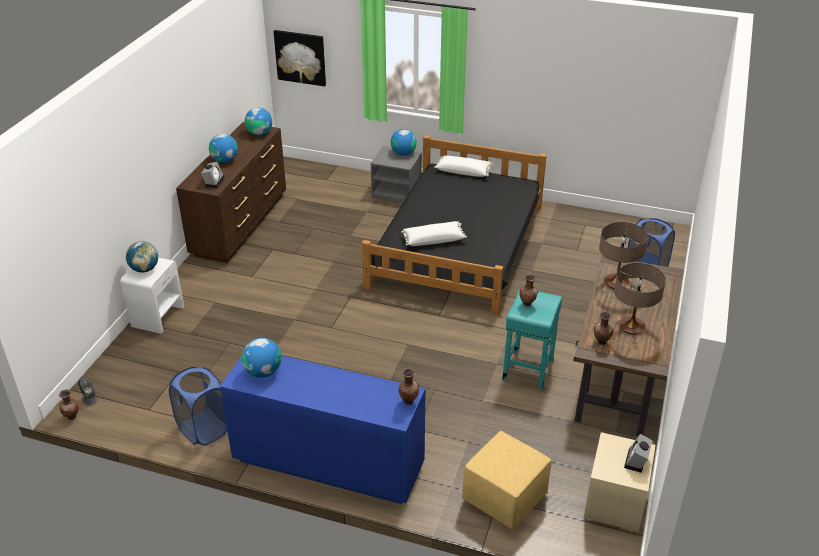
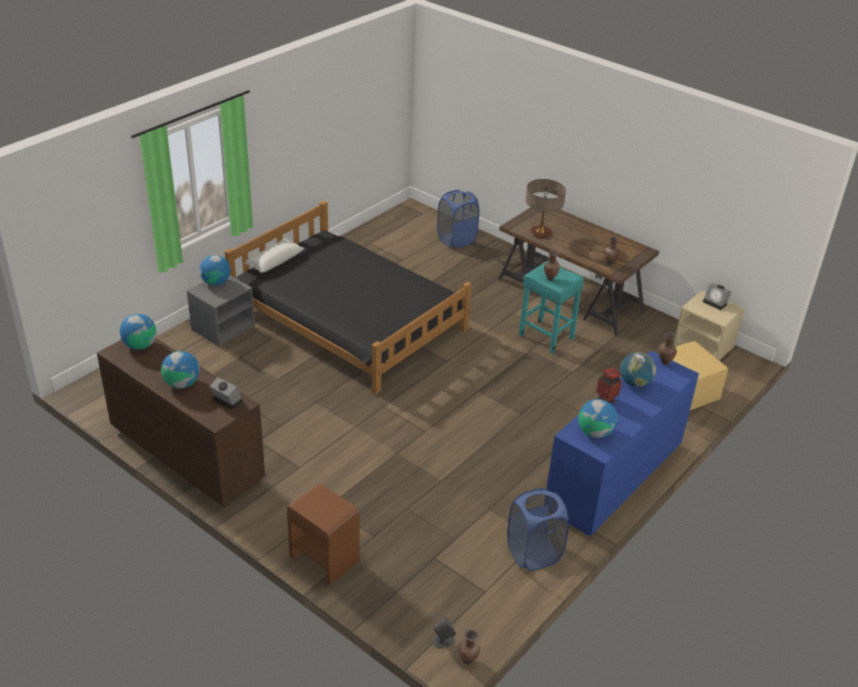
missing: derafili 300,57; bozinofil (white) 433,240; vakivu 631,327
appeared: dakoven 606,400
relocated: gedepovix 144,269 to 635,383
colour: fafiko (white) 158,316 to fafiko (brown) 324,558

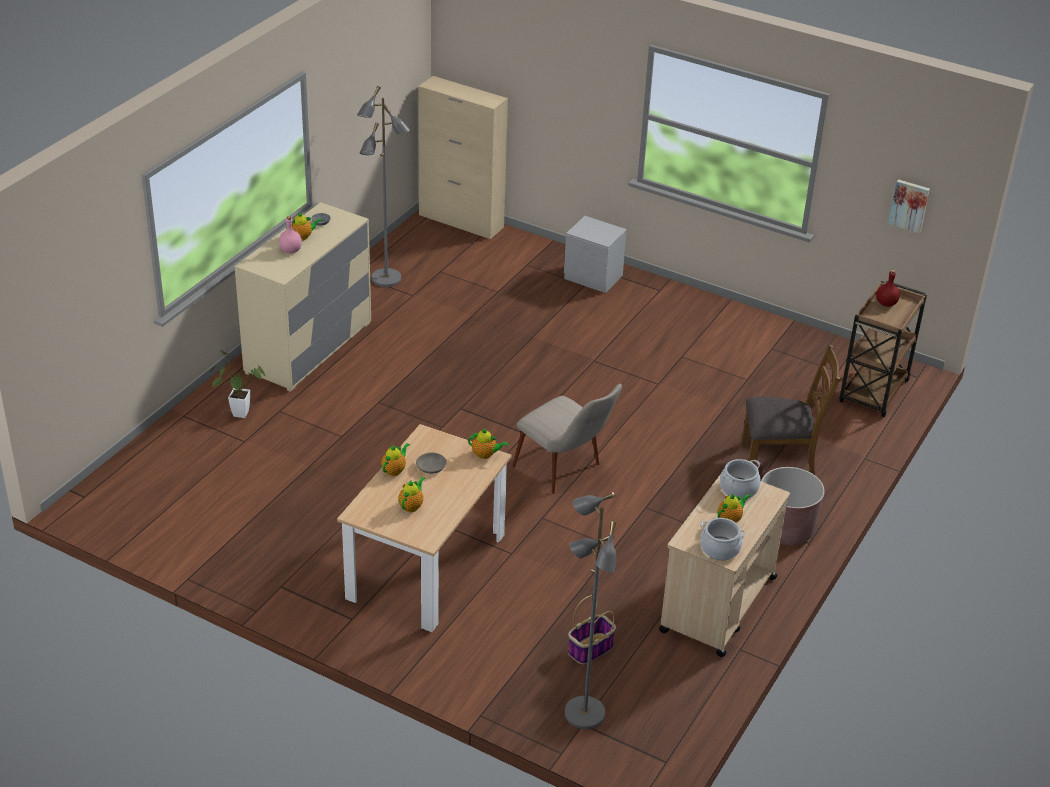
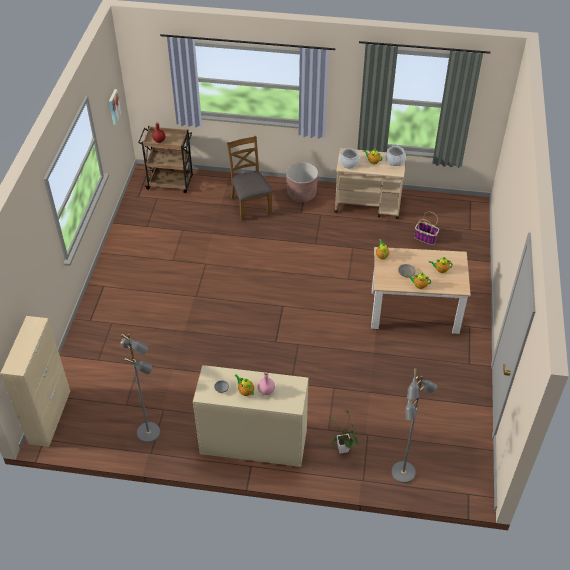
missing: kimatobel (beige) 566,472; fafiko (grey) 593,277
relocated: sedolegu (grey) 583,714 to 404,473

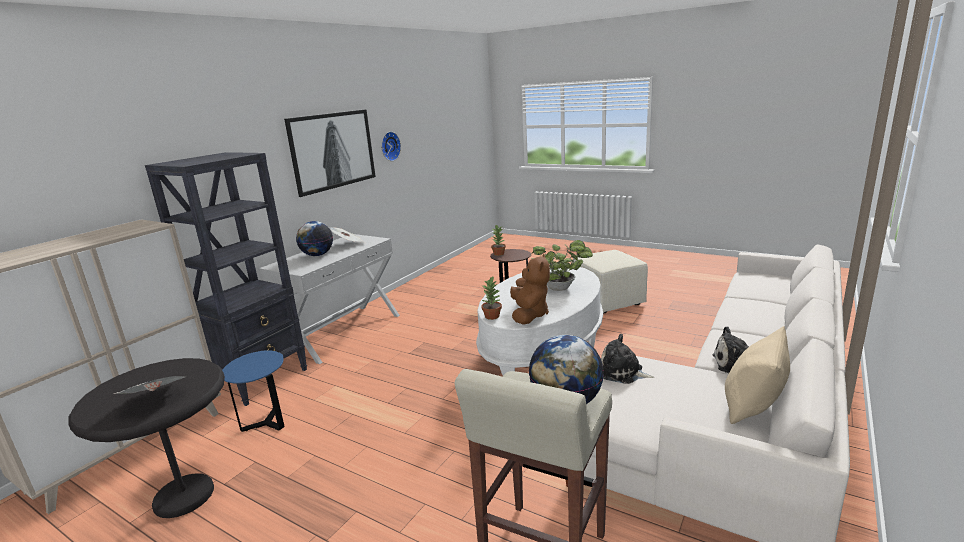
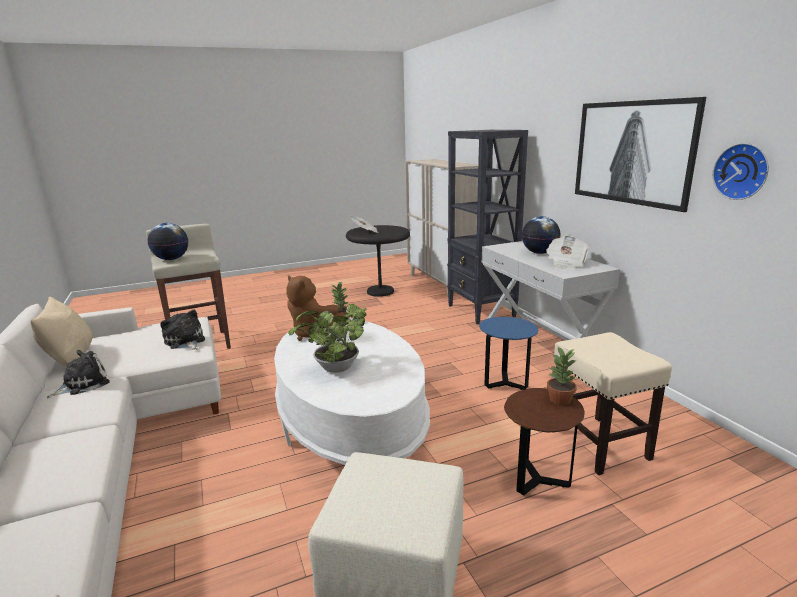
appeared: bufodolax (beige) 597,443
relocated: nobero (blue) 267,423 to 505,383
spun: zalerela 623,373 = 185,341 105 degrees counterclockwise

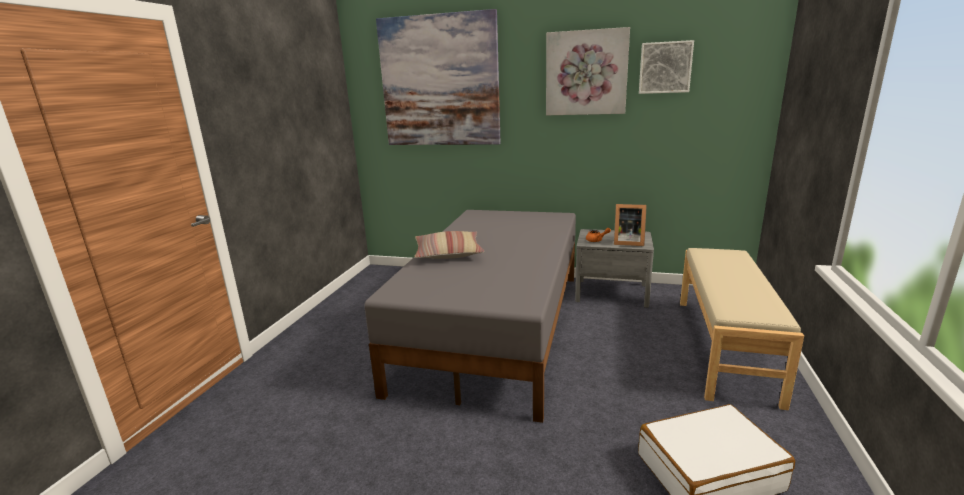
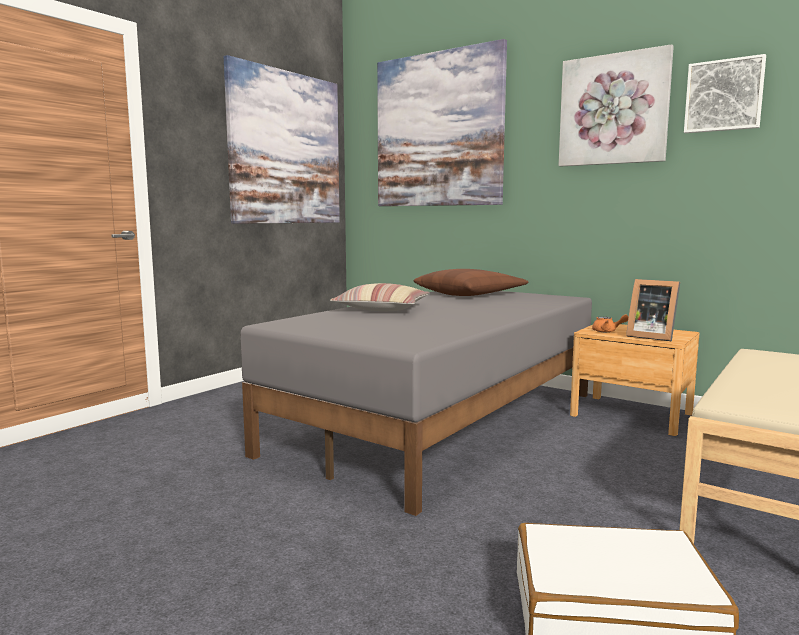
appeared: derafili 286,148; bozinofil (brown) 469,294
colour: fafiko (grey) 611,293 to fafiko (brown) 631,414

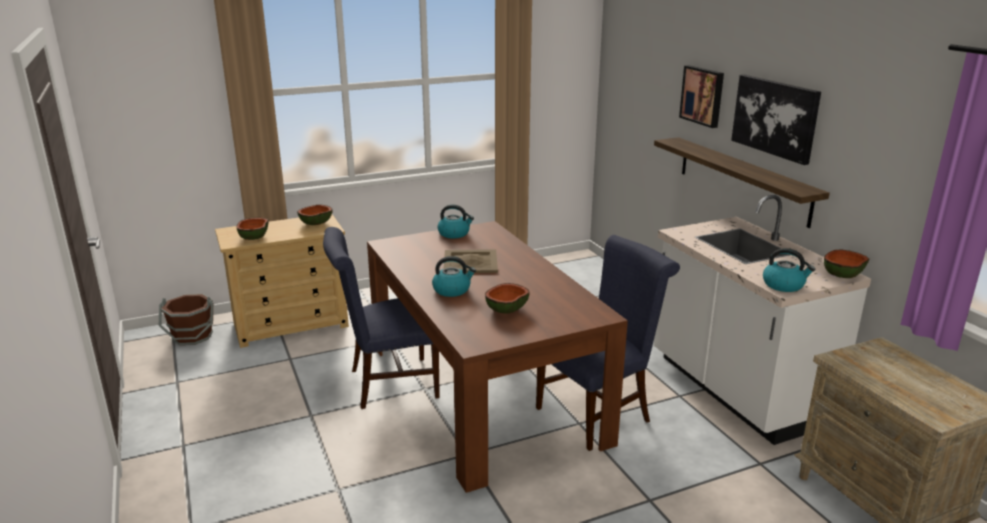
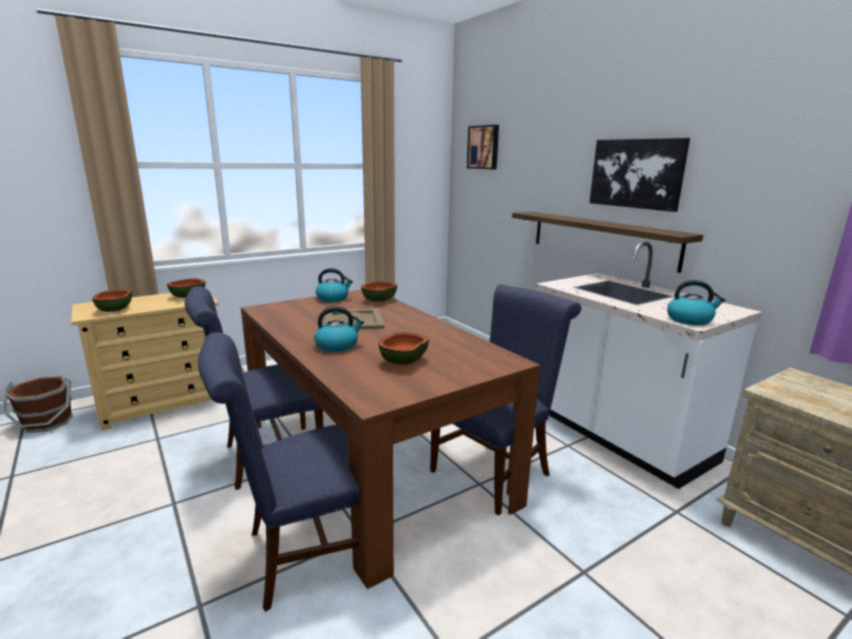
appeared: kimatobel (blue) 303,554
relocated: derafili 703,95 to 484,147; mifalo 843,275 to 379,300

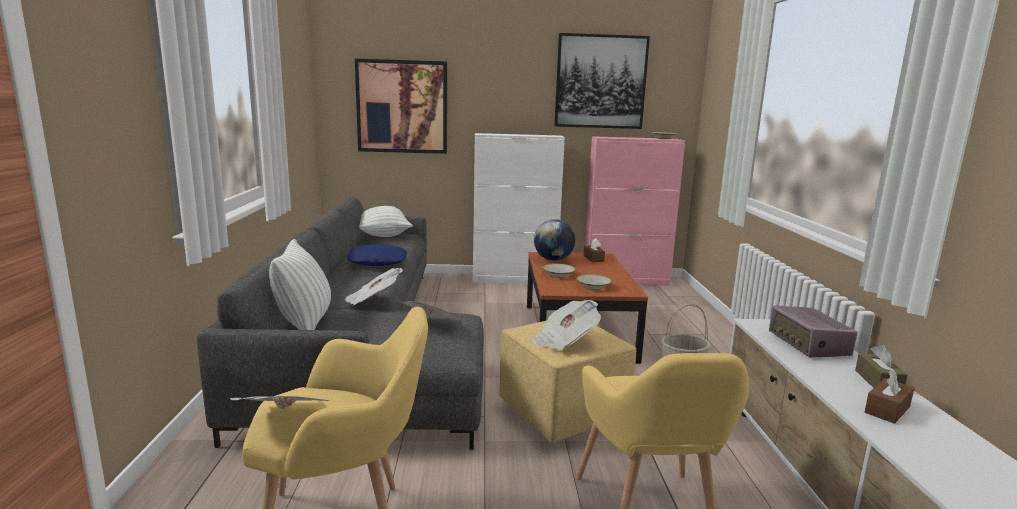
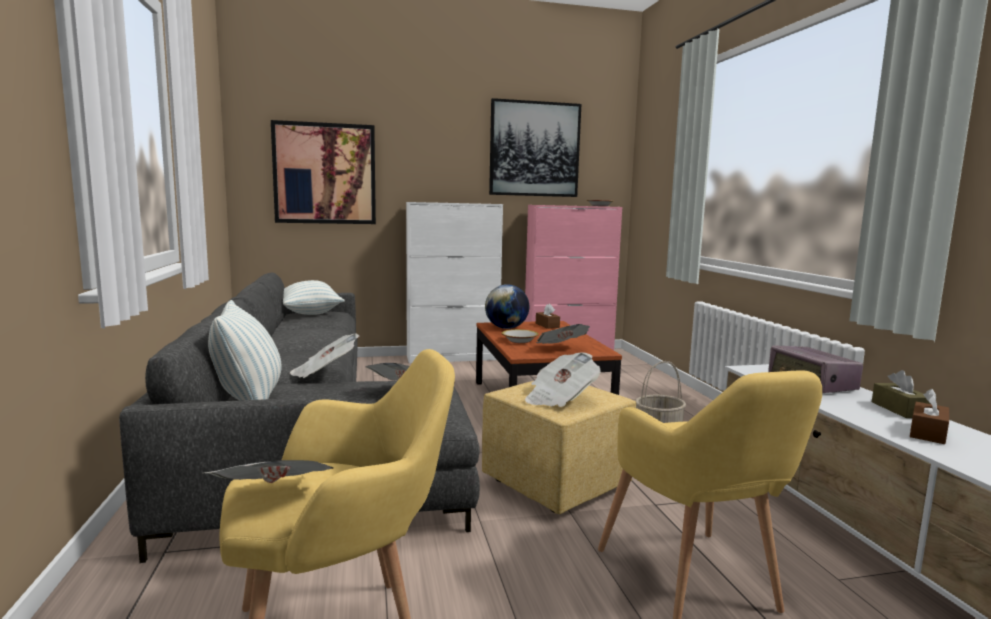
missing: bozinofil (blue) 378,262
exchanged: mifalo 593,286 to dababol 561,349

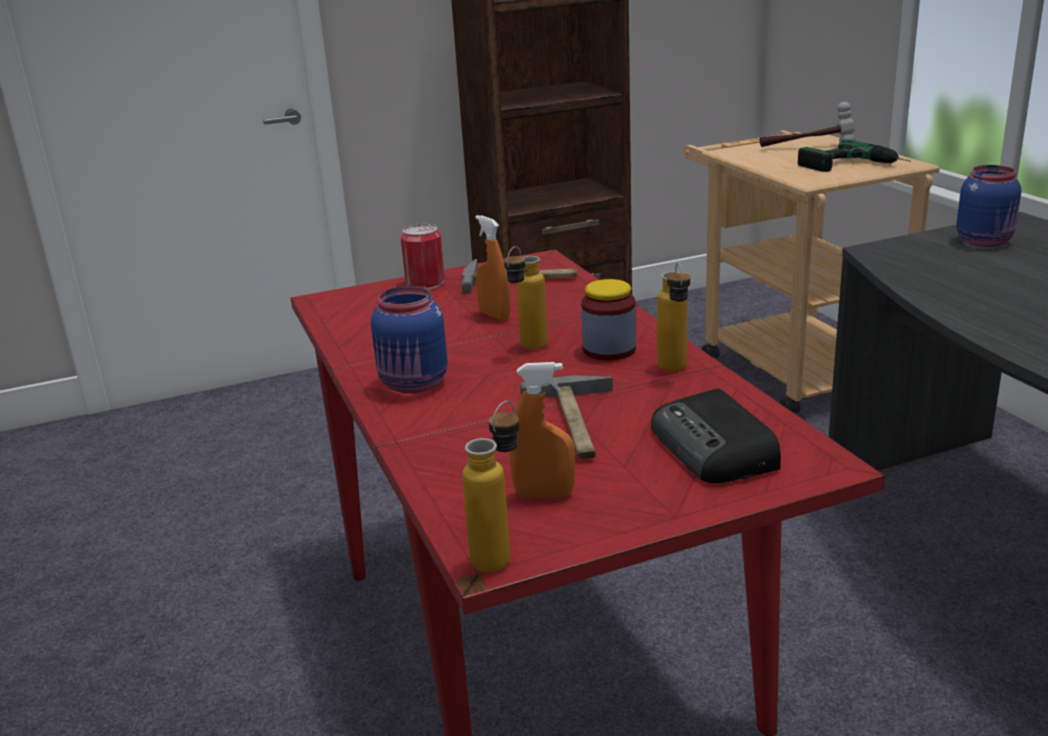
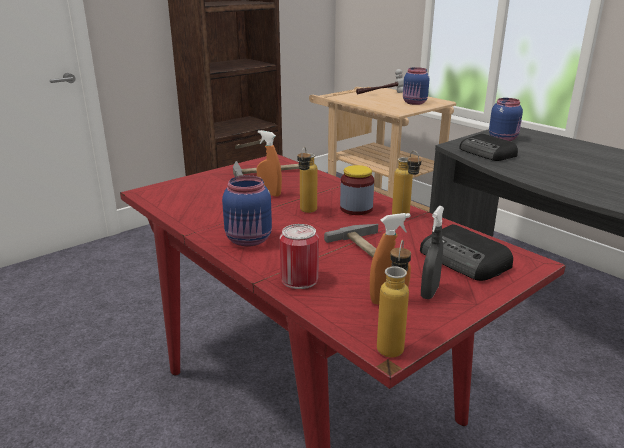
appeared: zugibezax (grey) 429,292; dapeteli 487,153
relocated: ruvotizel 425,283 to 299,279
exchanged: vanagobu 855,166 to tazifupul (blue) 414,103

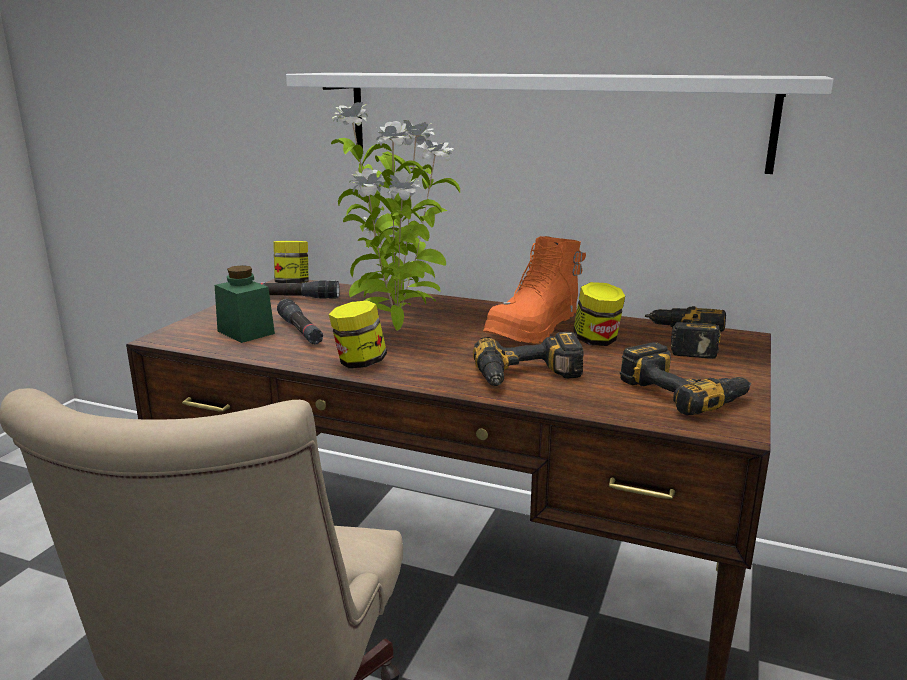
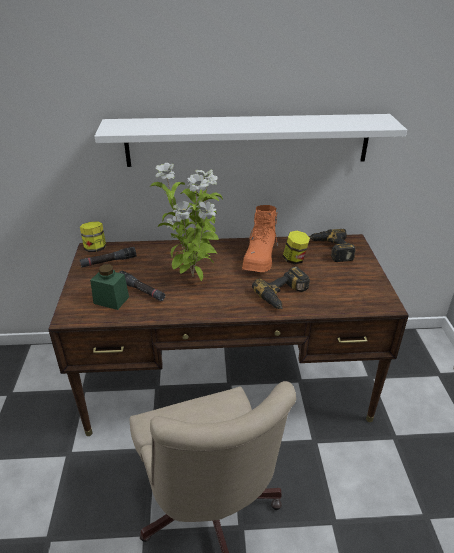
missing: tazifupul 359,363; vanagobu 684,392

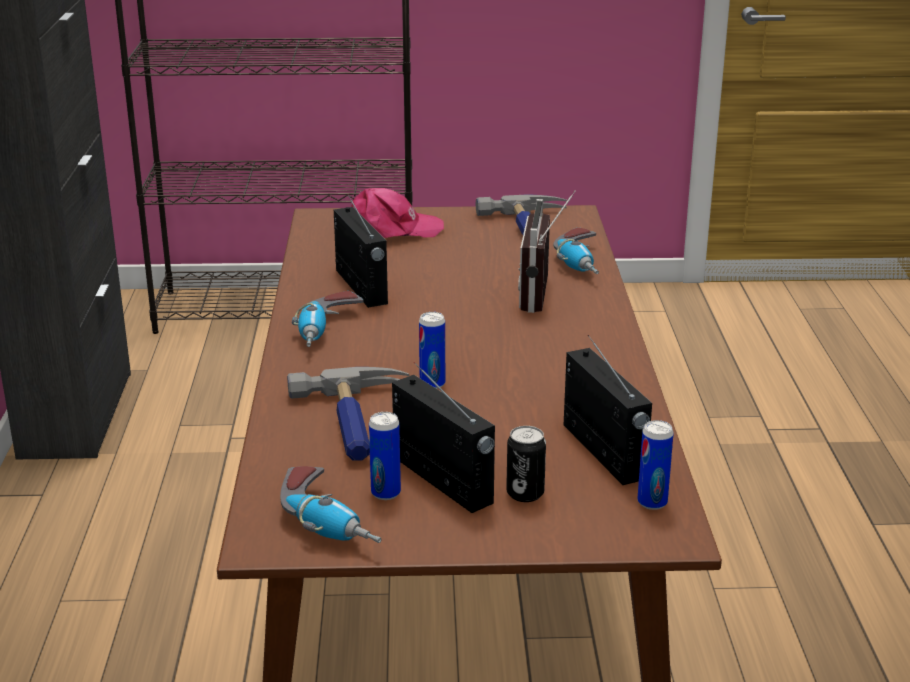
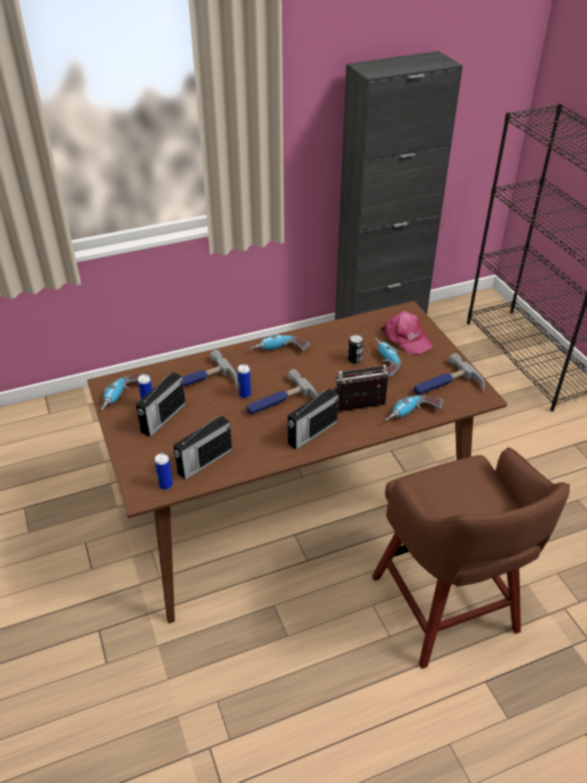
appeared: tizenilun 281,403; bufodolax (brown) 446,608; vanagobu 383,362
relocated: dapeteli 361,287 to 311,433; ruvotizel 525,493 to 354,359

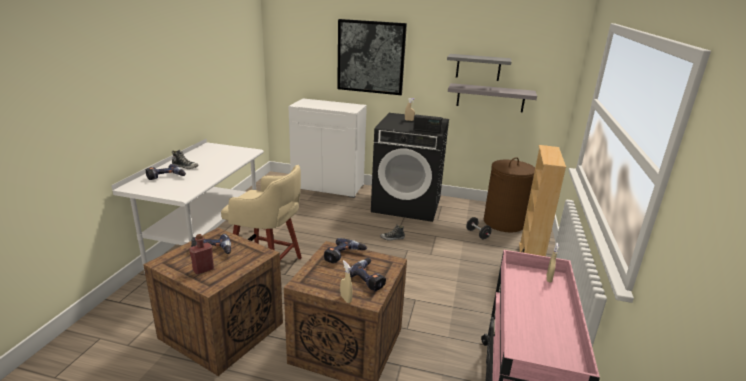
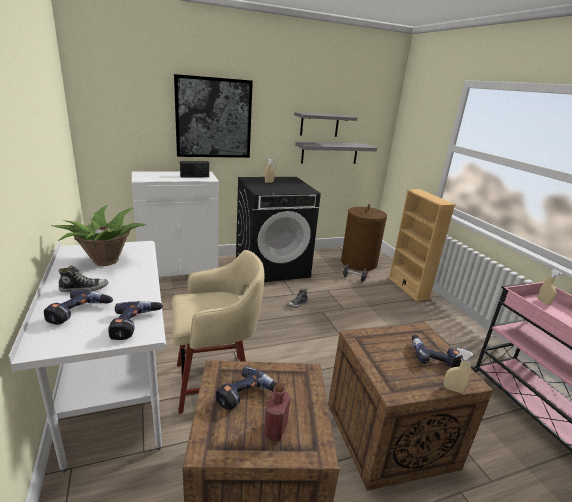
appeared: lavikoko 105,261
relocated: vanagobu 344,256 to 135,325; dapeteli 427,131 to 194,176

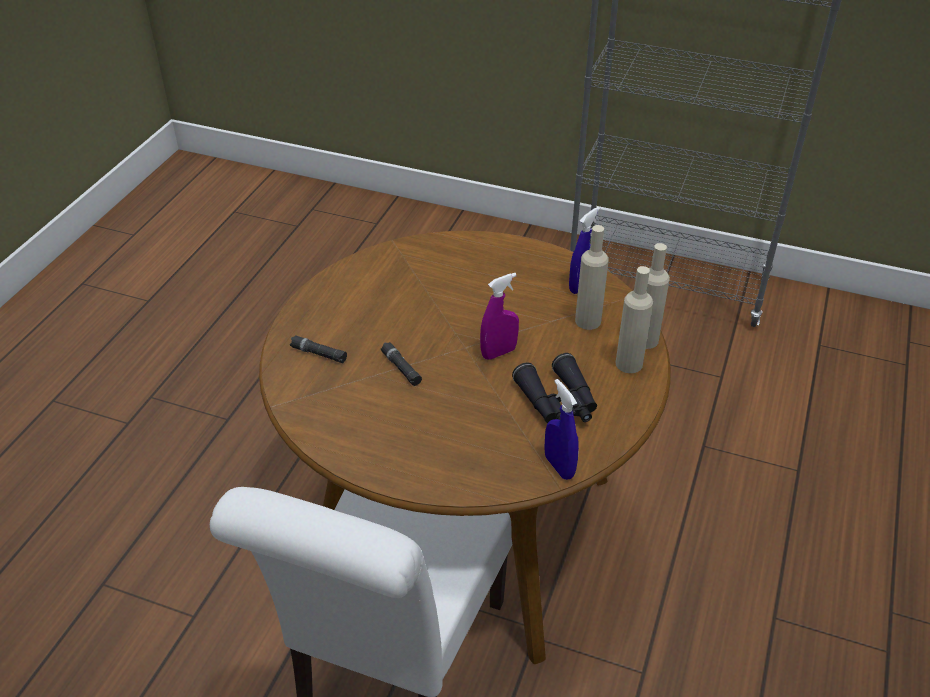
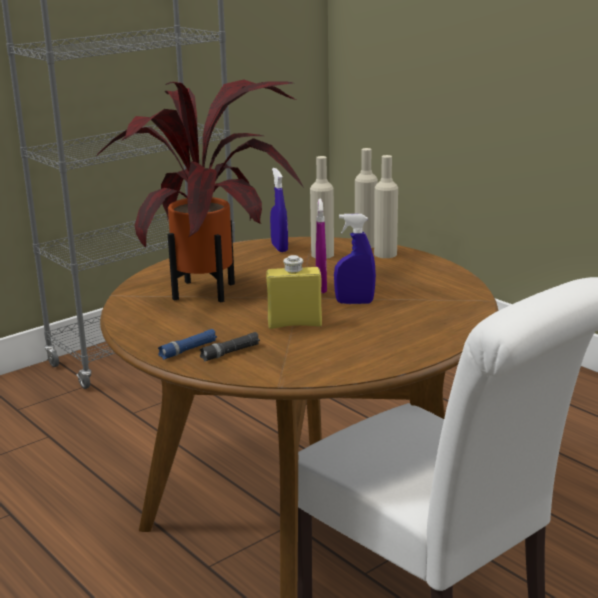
missing: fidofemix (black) 558,402
appeared: lavikoko 210,293; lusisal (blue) 188,350
relocated: zugibezax (blue) 559,466 to 354,302
exchanged: lusisal (black) 401,368 to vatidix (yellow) 294,324

